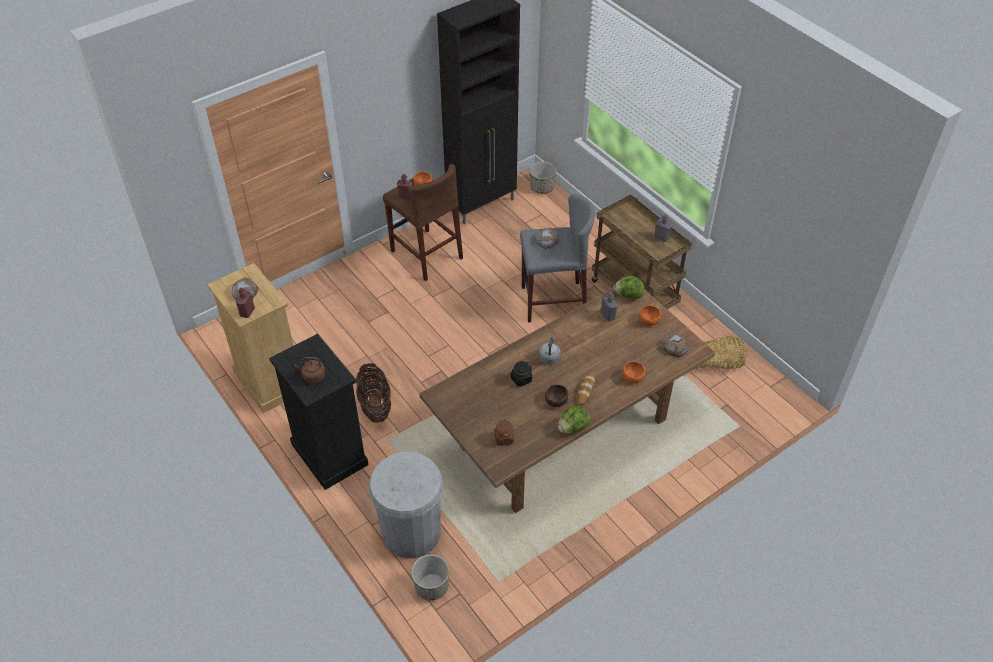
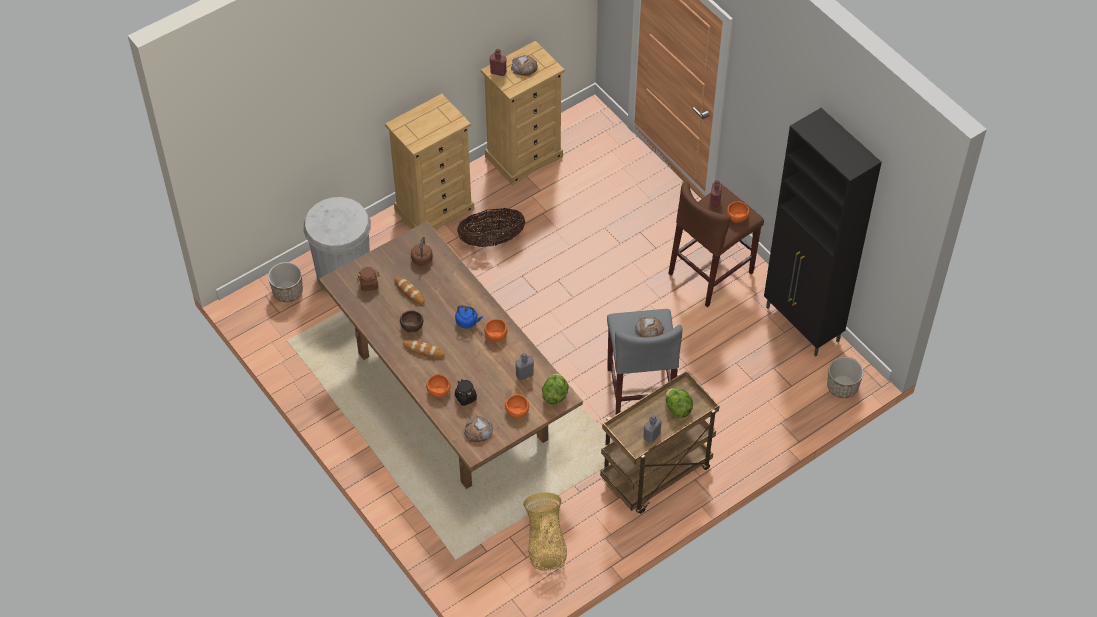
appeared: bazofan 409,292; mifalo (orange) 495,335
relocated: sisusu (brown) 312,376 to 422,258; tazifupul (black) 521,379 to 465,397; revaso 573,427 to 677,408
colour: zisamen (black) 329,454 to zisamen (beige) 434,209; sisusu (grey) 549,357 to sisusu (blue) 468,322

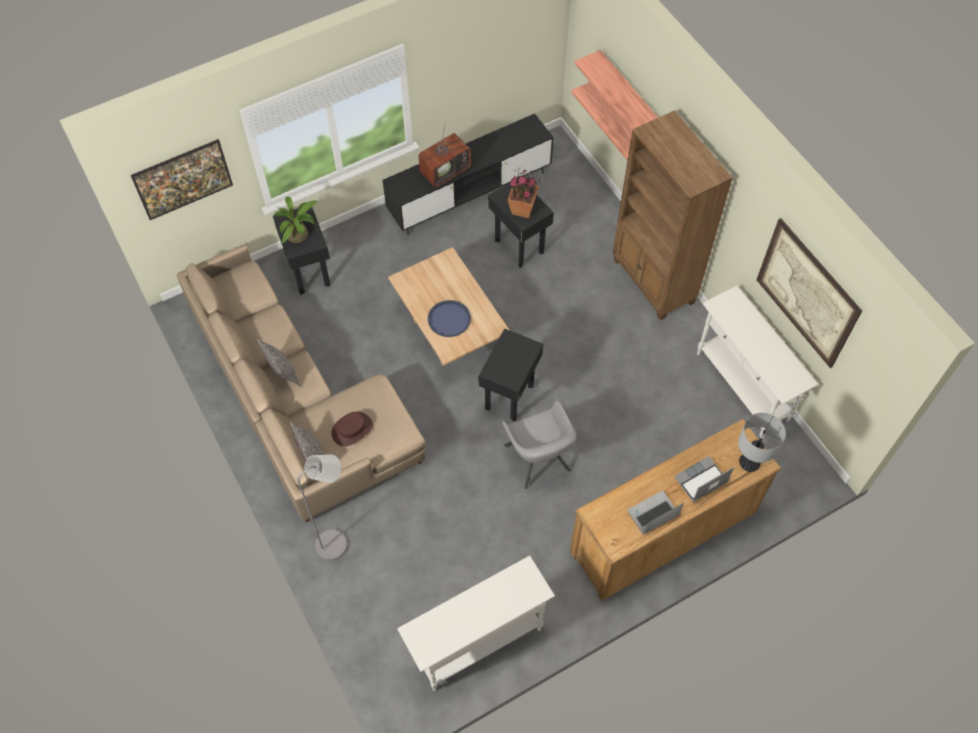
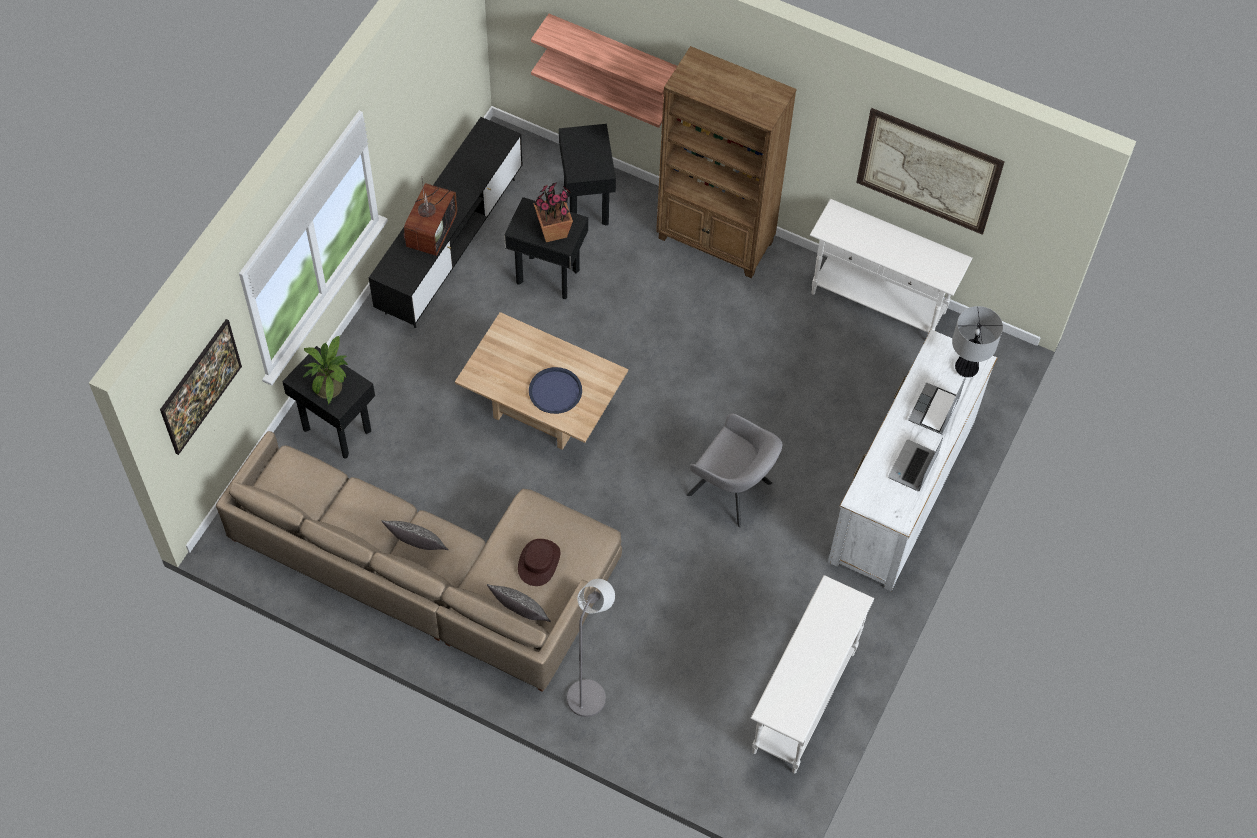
relocated: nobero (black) 510,397 to 587,205
colour: zisamen (brown) 663,531 to zisamen (white) 902,490

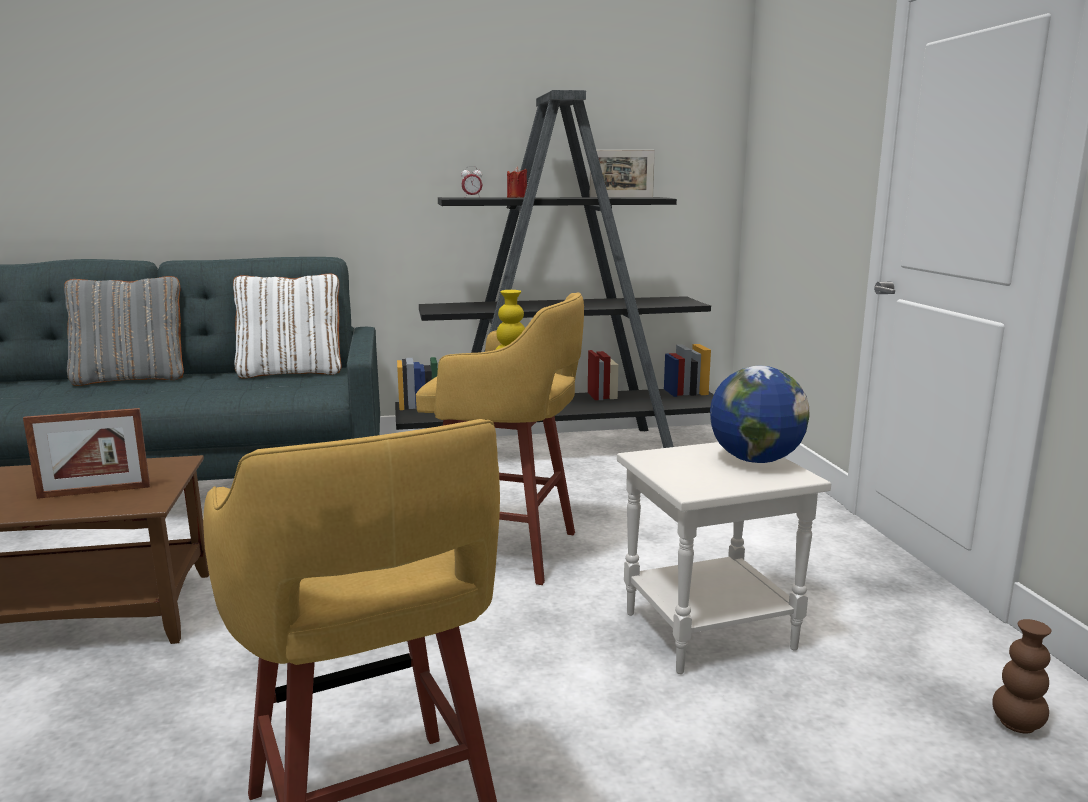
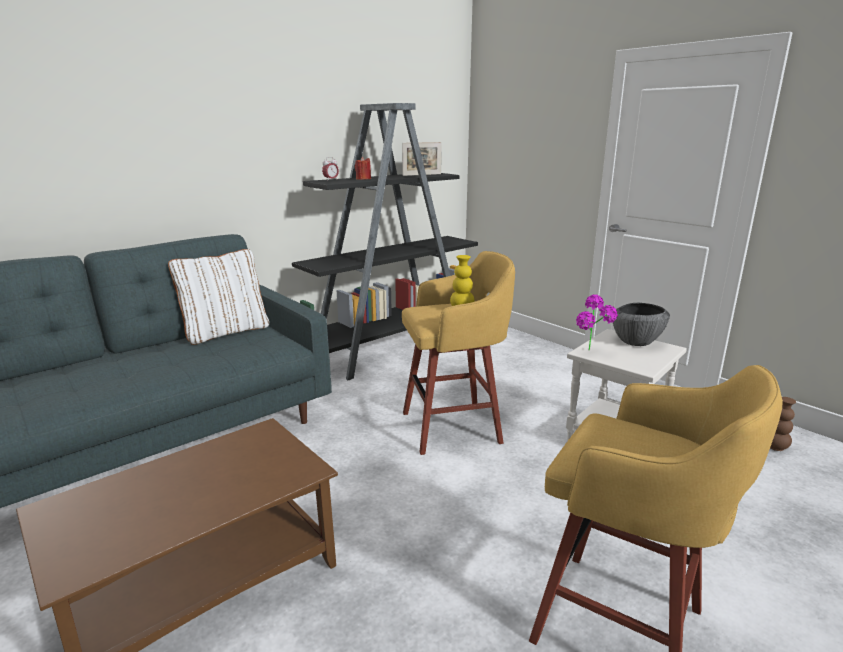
missing: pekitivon 94,492; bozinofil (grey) 131,379
appeared: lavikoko 592,353
exchanged: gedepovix 755,460 to mifalo 635,342

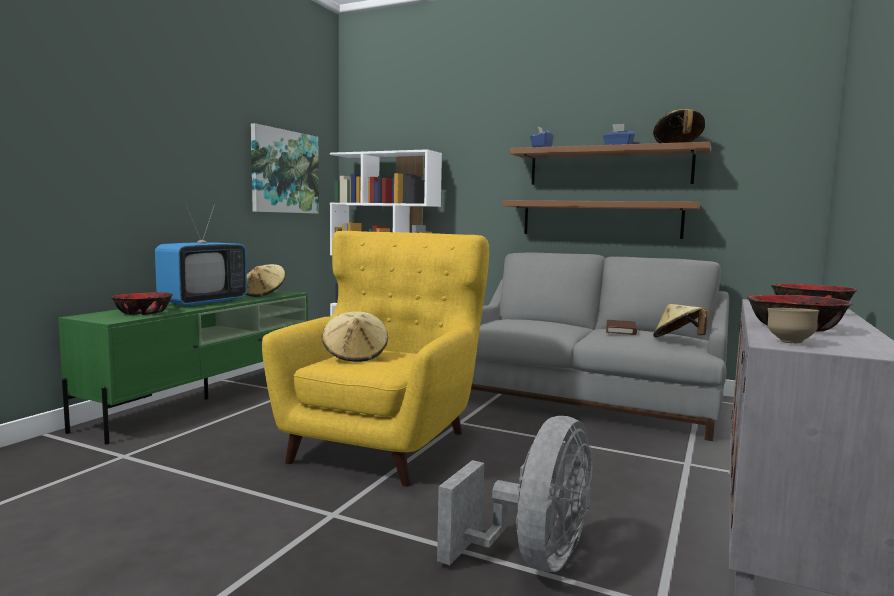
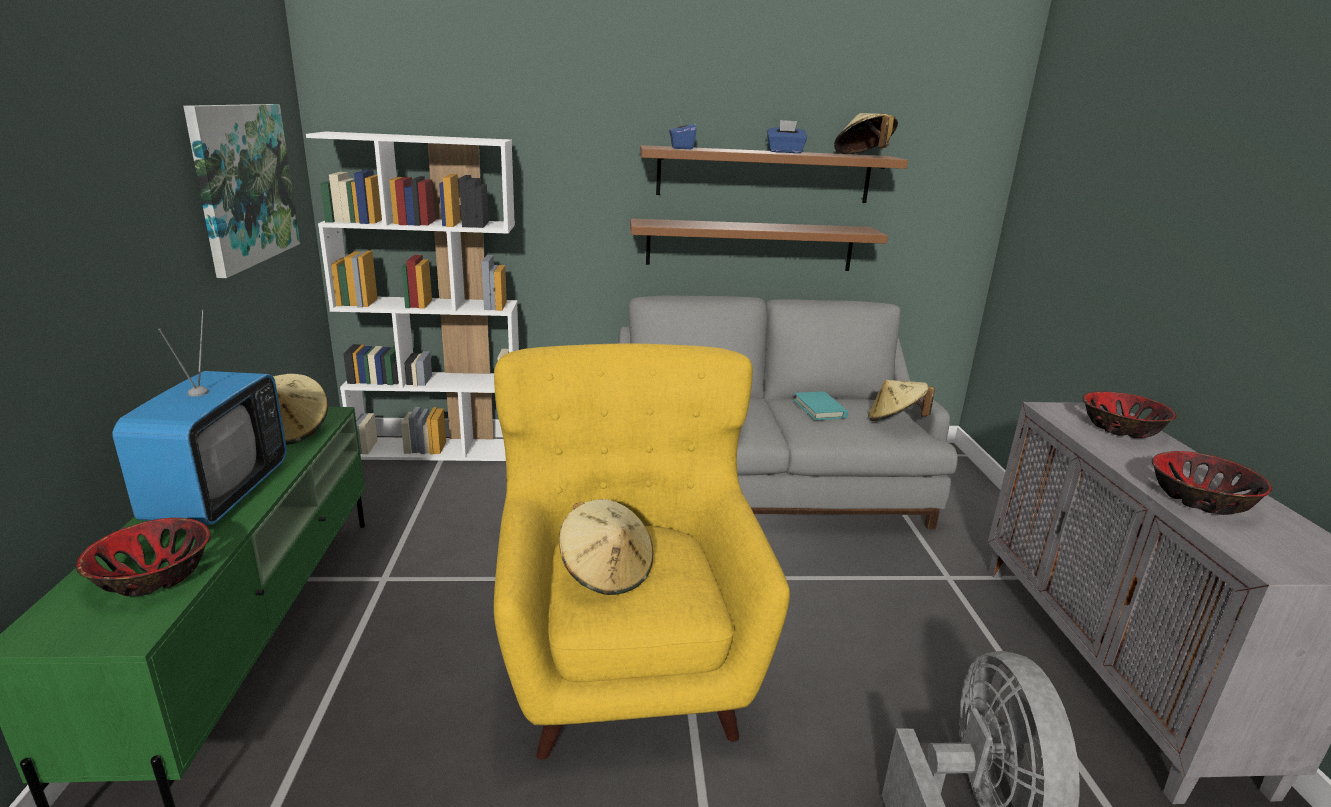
missing: mifalo (brown) 789,342
colour: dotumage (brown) 621,330 to dotumage (turquoise) 819,409

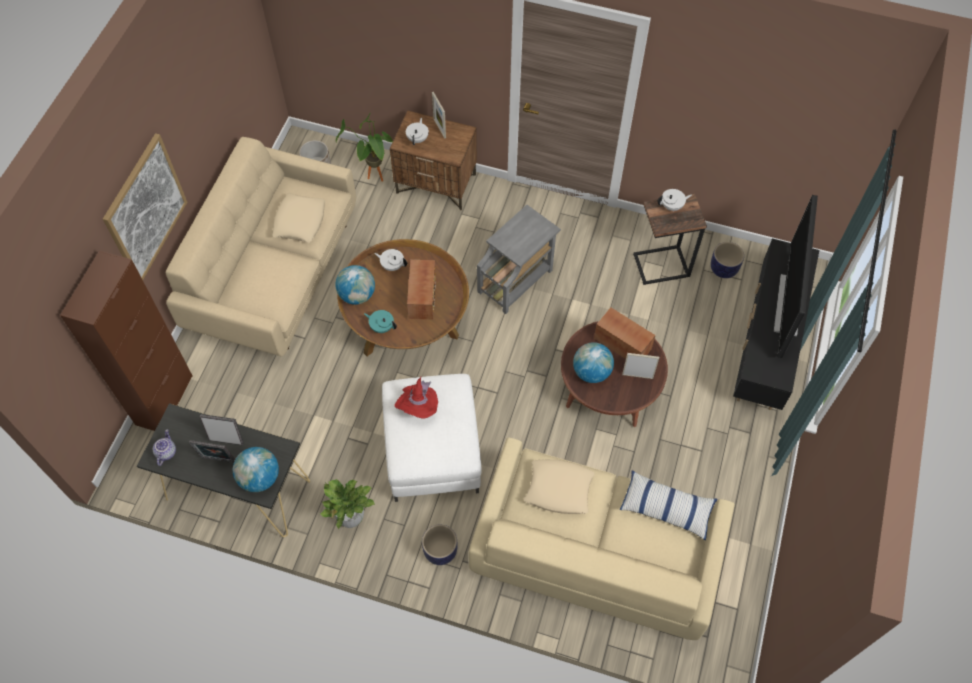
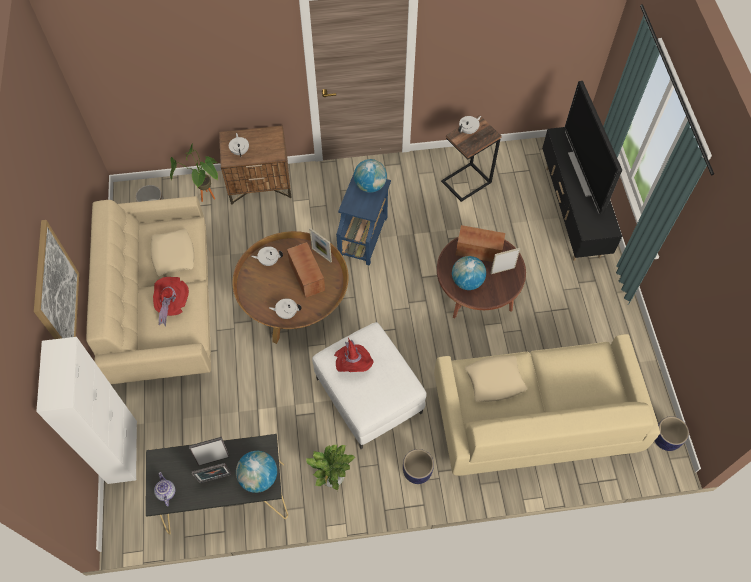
missing: bozinofil 666,508
appeared: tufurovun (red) 172,304
relocated: gedepovix 357,295 to 370,185; pekitivon 439,128 to 321,255; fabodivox 723,269 to 665,439
colour: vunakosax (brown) 164,400 to vunakosax (white) 122,452; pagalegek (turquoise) 381,326 to pagalegek (white) 286,313; nobero (grey) 516,280 to nobero (blue) 363,235

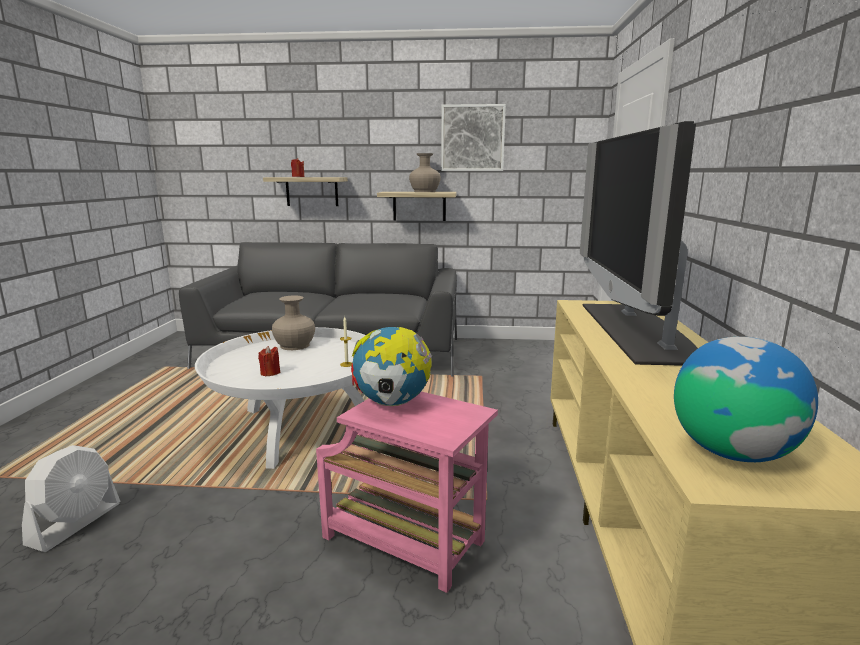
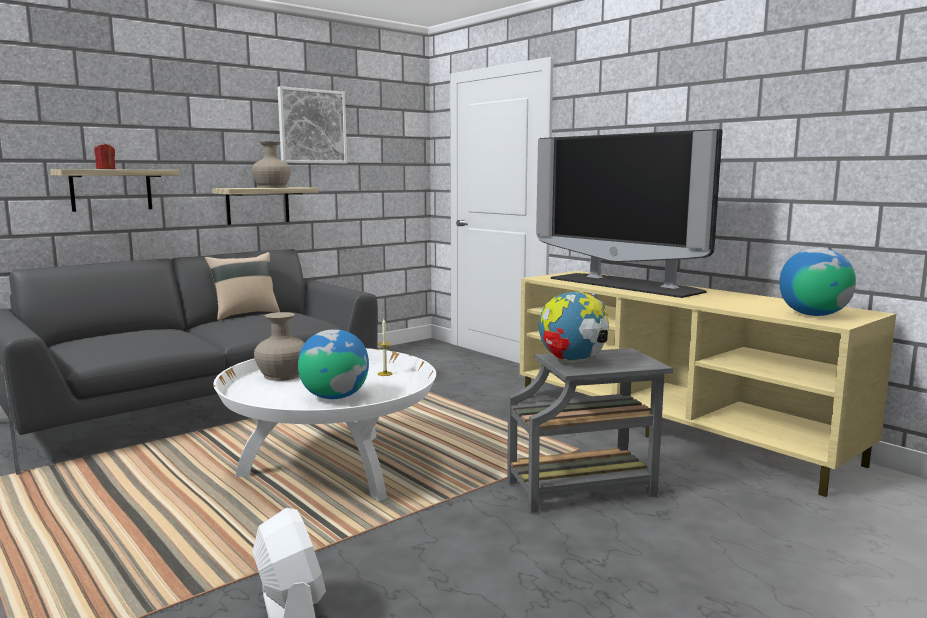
appeared: bozinofil (beige) 245,314
exchanged: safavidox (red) 270,373 to gedepovix 334,397
colour: nobero (pink) 407,542 to nobero (grey) 584,489

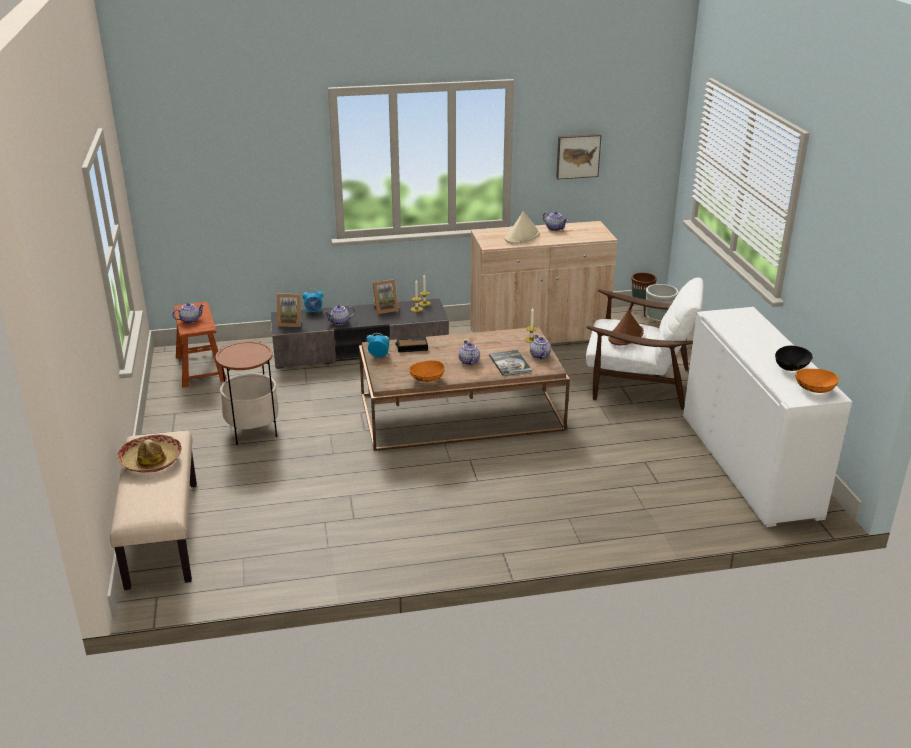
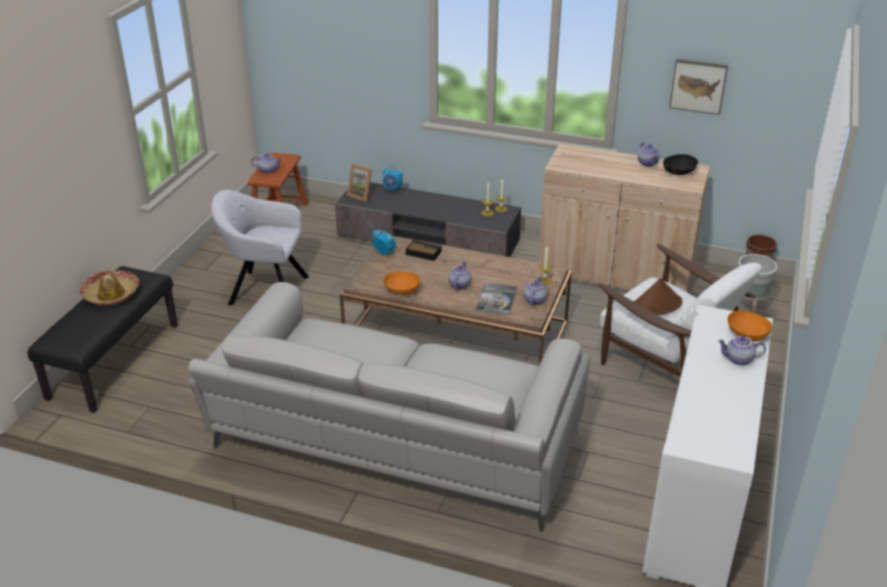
missing: pekitivon 385,309; tufurovun (beige) 522,236
appeared: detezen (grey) 393,444
relocated: pagalegek 340,322 to 738,360; mifalo (black) 791,368 to 678,173; mifalo (orange) 814,390 to 746,336
exchanged: nobero 252,430 to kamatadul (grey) 265,290
colour: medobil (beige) 162,533 to medobil (black) 114,360

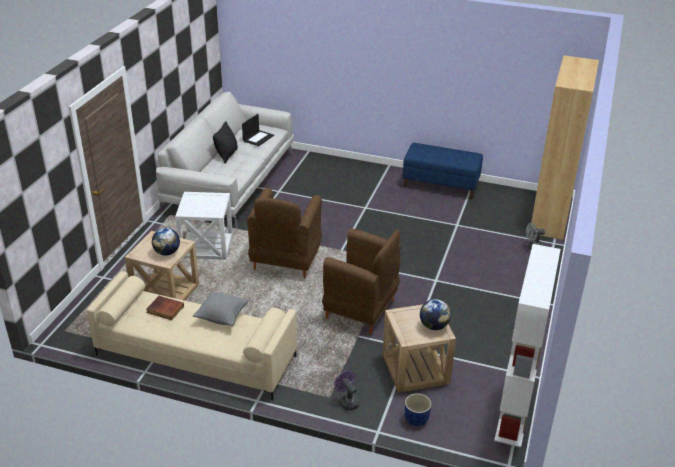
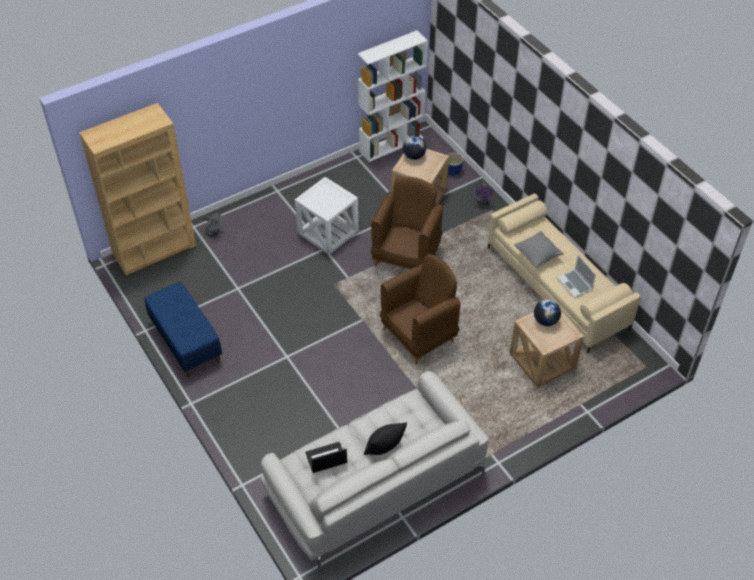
relocated: nobero (white) 206,246 to 327,232
exchanged: dotumage 164,309 to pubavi 575,284
spun: kamatadul (brown) 361,310 = 406,256 45 degrees clockwise

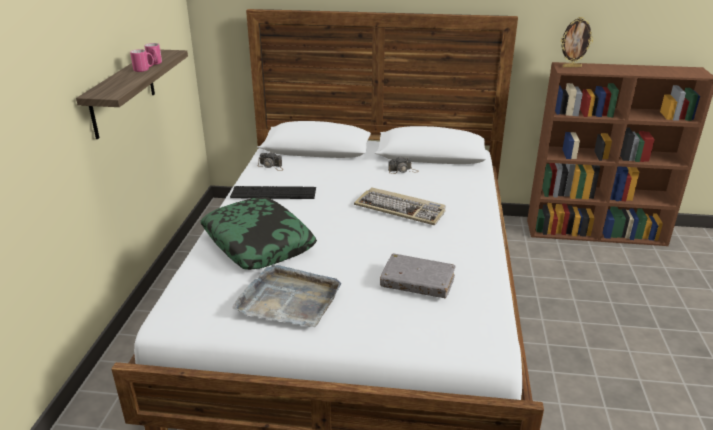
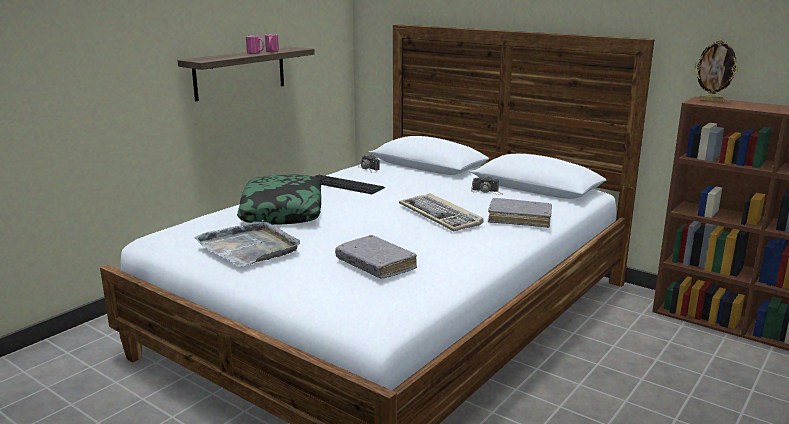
appeared: dotumage (grey) 519,219

